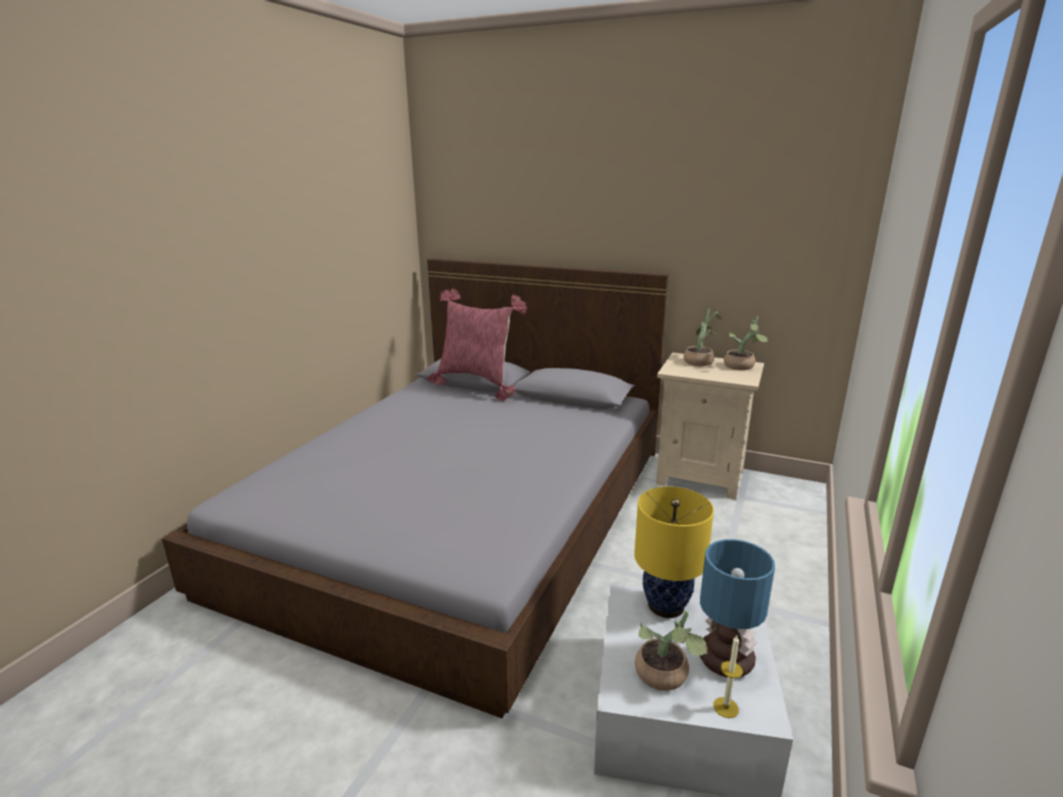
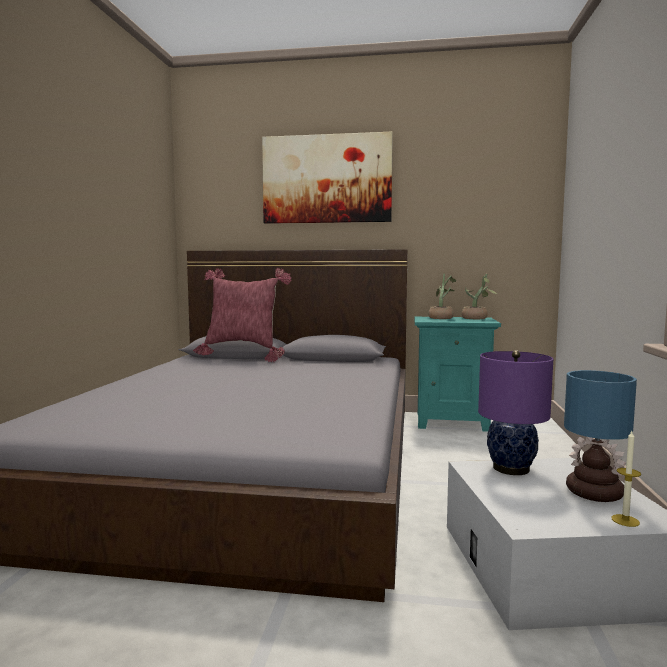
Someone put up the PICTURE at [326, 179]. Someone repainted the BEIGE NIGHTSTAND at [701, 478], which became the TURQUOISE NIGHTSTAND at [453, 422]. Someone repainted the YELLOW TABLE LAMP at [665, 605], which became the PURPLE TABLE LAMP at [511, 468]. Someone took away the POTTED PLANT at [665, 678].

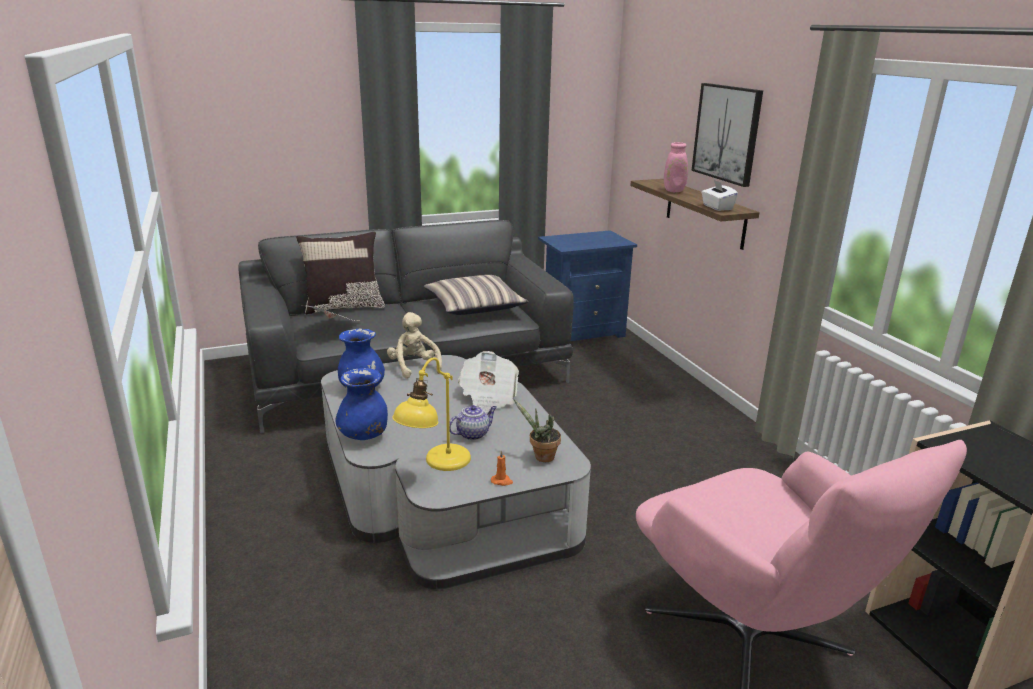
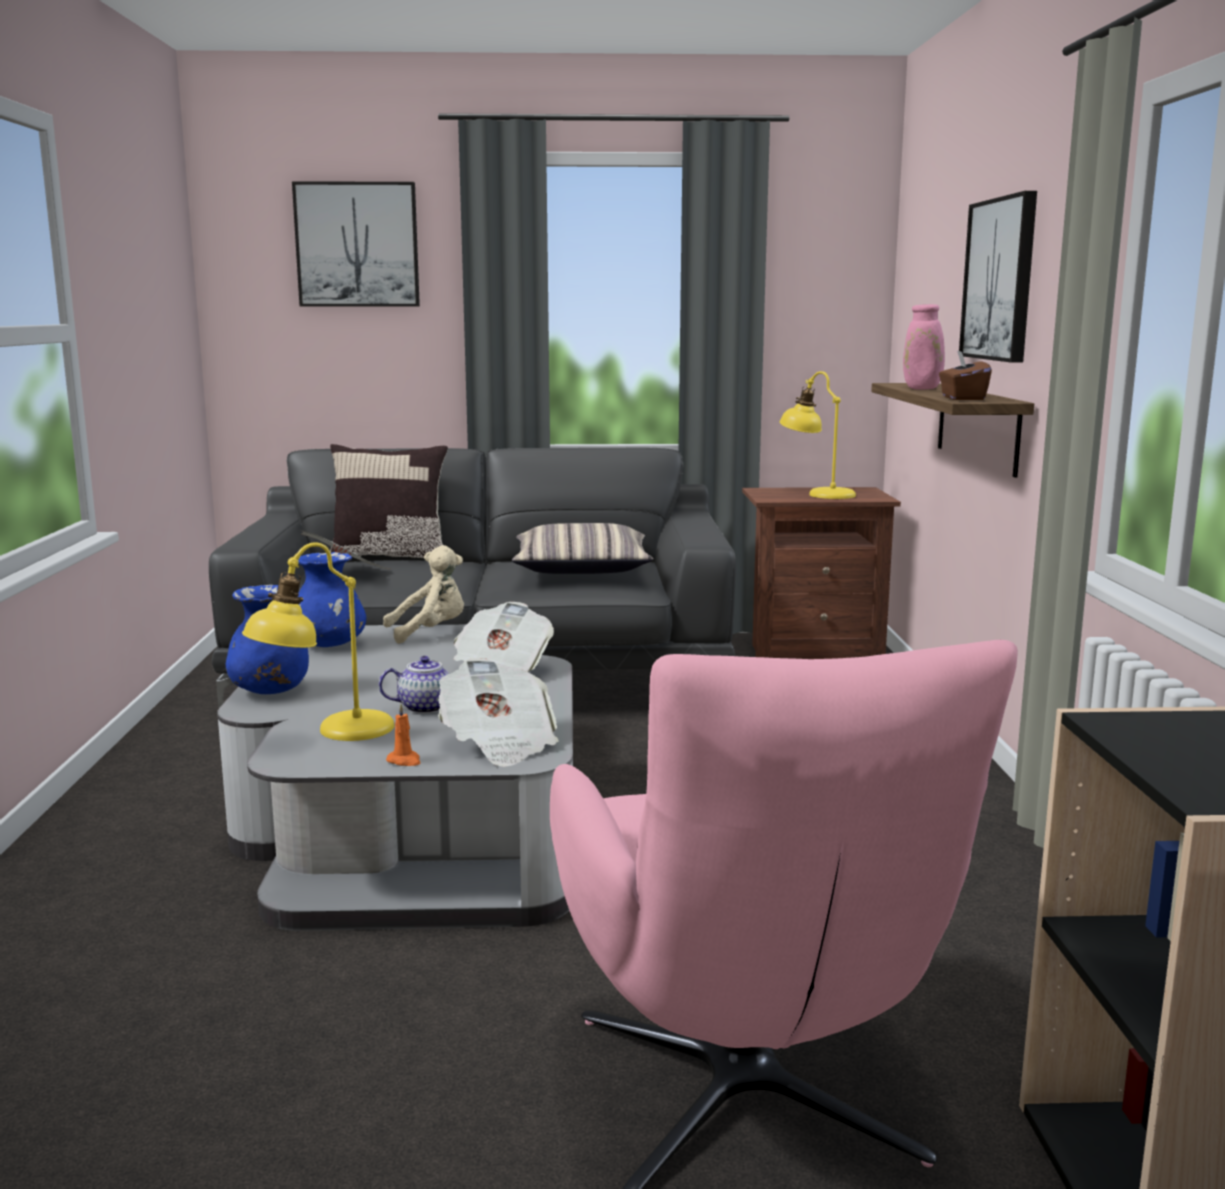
Someone put up the PICTURE at [357, 245]. Someone rotated the BEIGE PLUSH TOY at [414, 367] by 75 degrees clockwise. Someone swapped the POTTED PLANT at [541, 457] for the NEWSPAPER at [499, 743]. Someone repainted the BLUE NIGHTSTAND at [581, 332], which became the BROWN NIGHTSTAND at [812, 655]. Someone put down the YELLOW TABLE LAMP at [815, 493]. Someone repainted the WHITE TISSUE BOX at [717, 207], which became the BROWN TISSUE BOX at [962, 398].

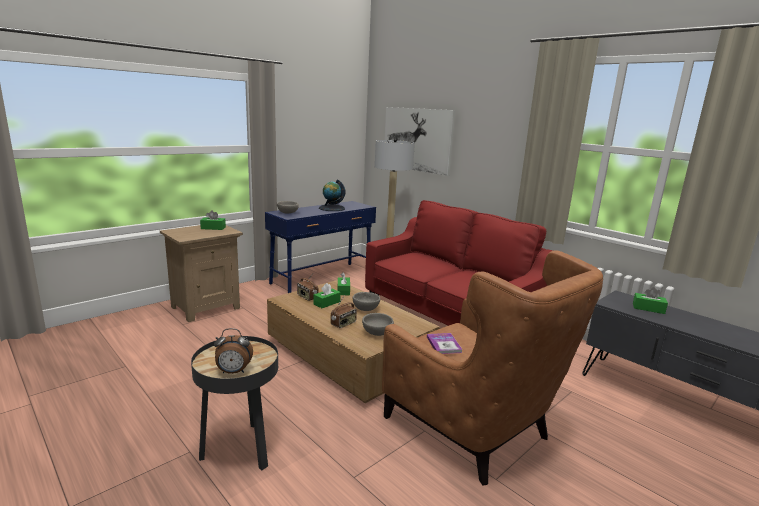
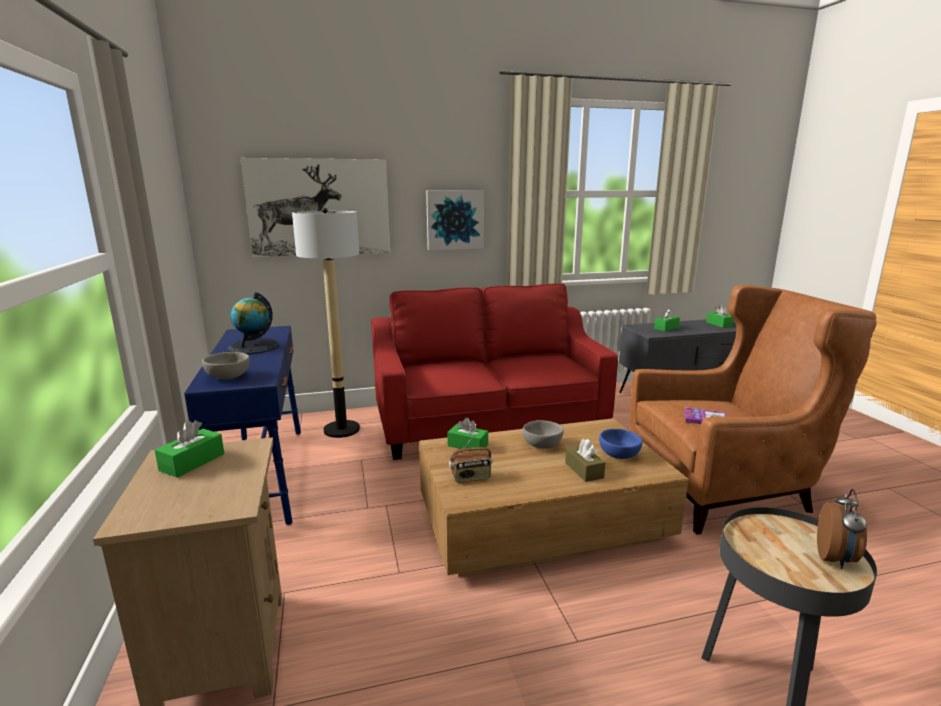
Someone put up the PICTURE at [455, 220]. Someone swapped the RADIO at [343, 324] for the BROWN TISSUE BOX at [584, 470]. Someone repainted the GREY BOWL at [377, 332], which became the BLUE BOWL at [618, 455]. Someone carried the GREEN TISSUE BOX from [327, 303] to [719, 324].

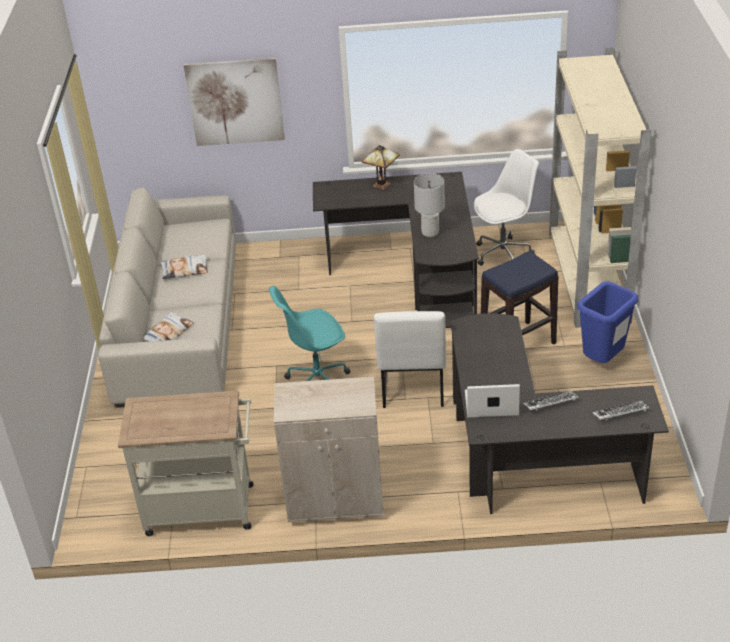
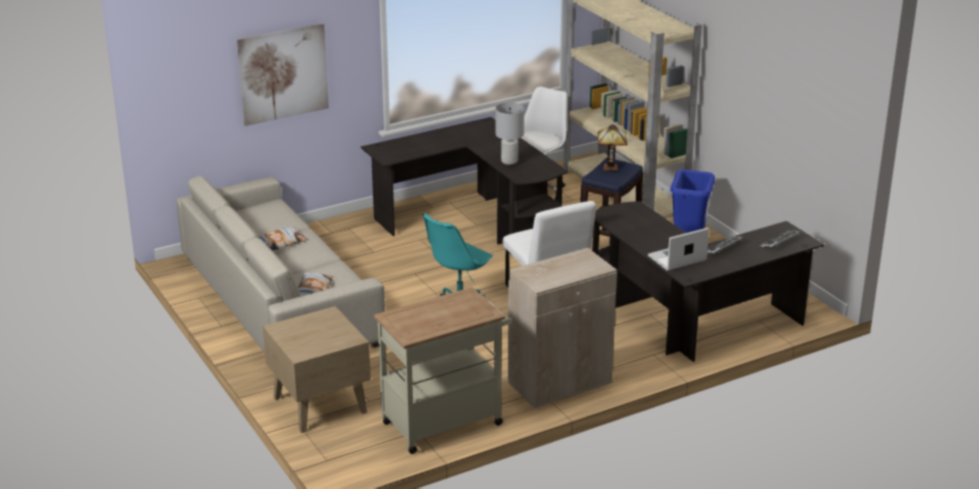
Someone put down the BEIGE NIGHTSTAND at [319, 404]. Someone carried the TABLE LAMP from [383, 185] to [611, 167].

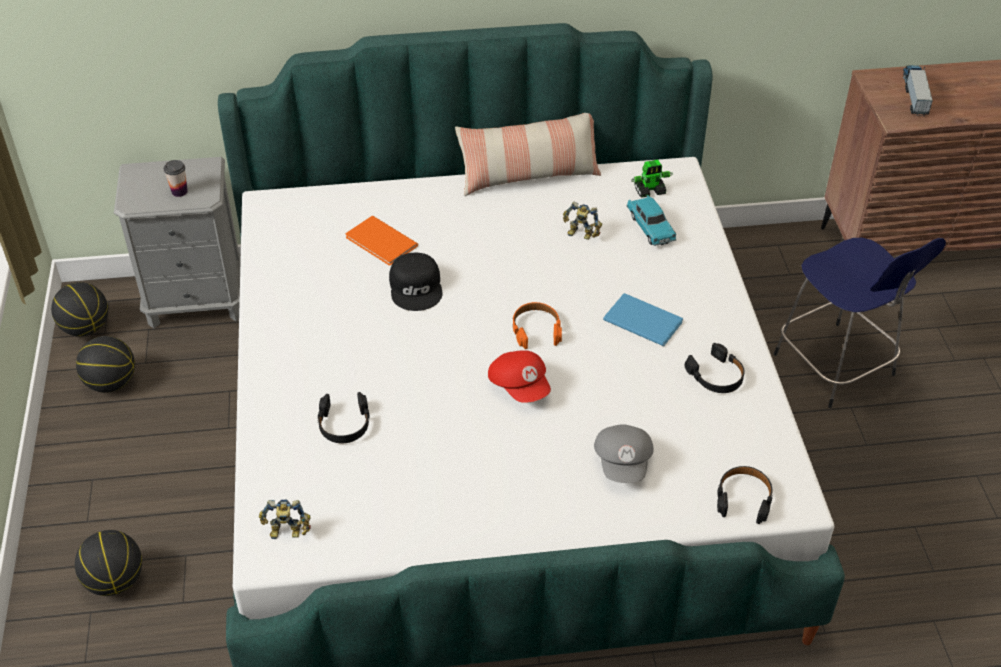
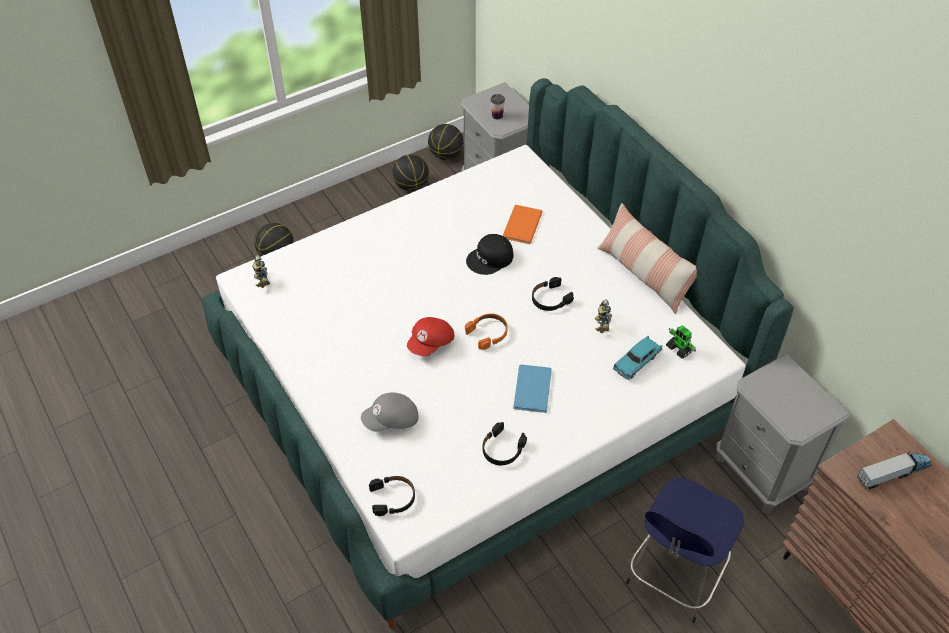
Someone carried the BLACK HEADPHONES from [344, 424] to [550, 299]. Someone put down the GREY NIGHTSTAND at [762, 472].

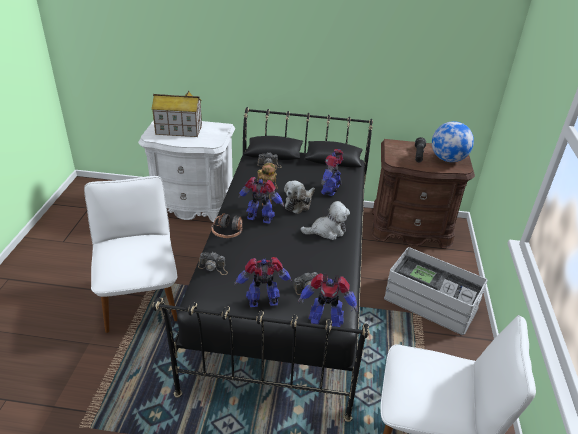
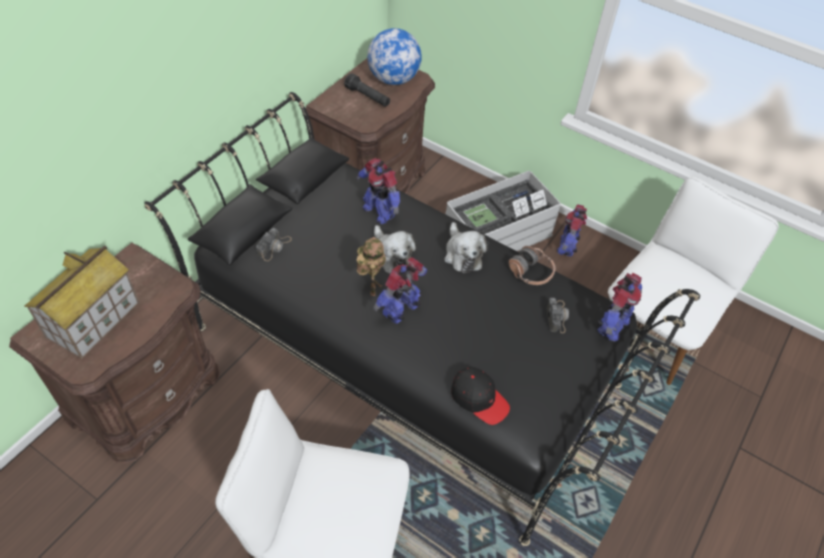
Someone repainted the WHITE NIGHTSTAND at [192, 205], which became the BROWN NIGHTSTAND at [150, 396]. Someone rotated the PLUSH TOY at [327, 231] by 150 degrees clockwise. Someone swapped the PHOTO CAMERA at [213, 267] for the BLACK CAP at [479, 399]. Someone carried the HEADPHONES from [227, 232] to [531, 272]. Someone carried the TOY ROBOT from [263, 302] to [567, 246].

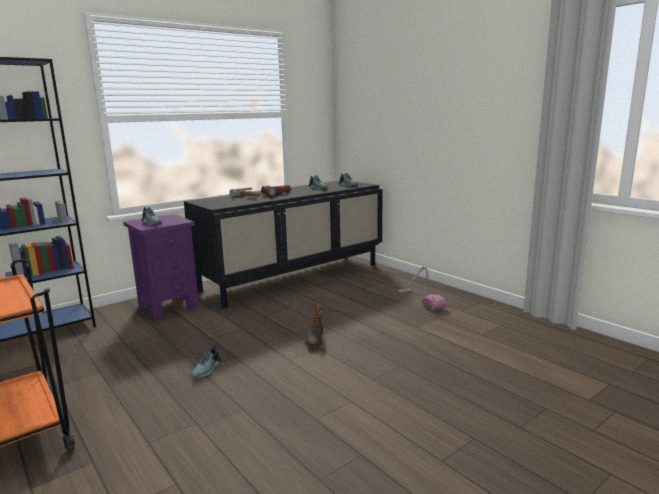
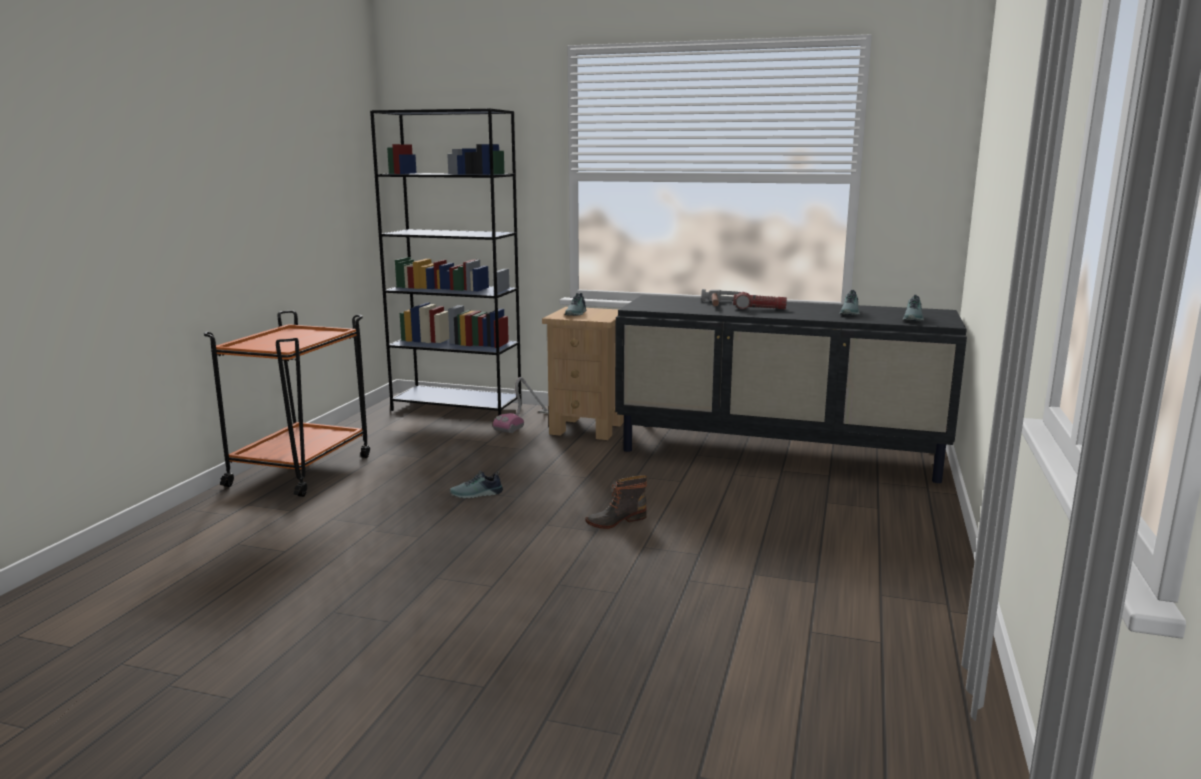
Someone carried the VACUUM CLEANER from [420, 299] to [525, 422]. Someone repainted the PURPLE NIGHTSTAND at [169, 306], which became the BEIGE NIGHTSTAND at [587, 428].

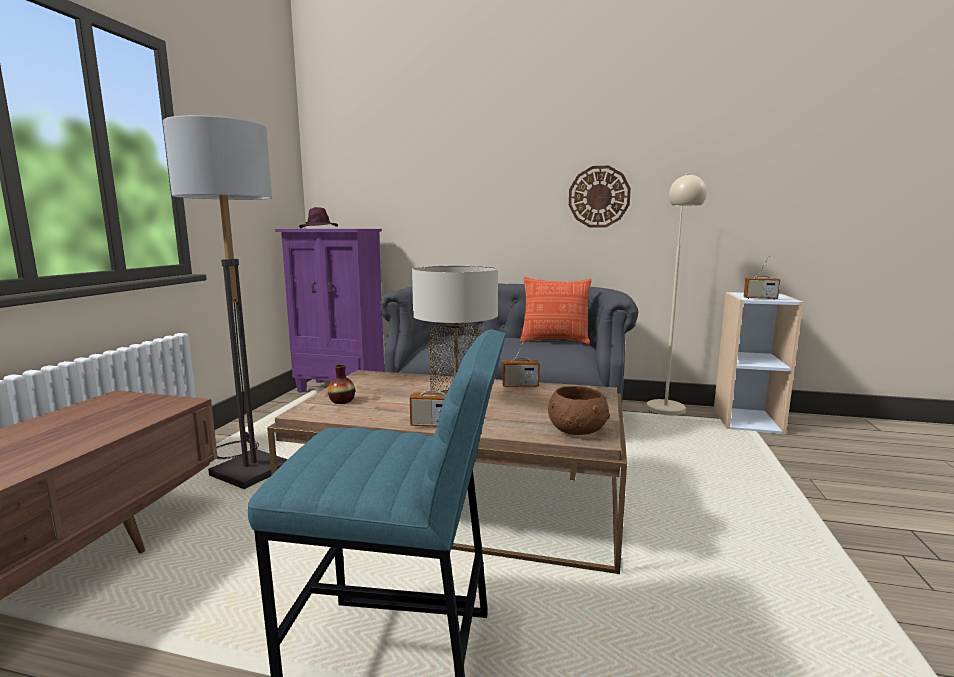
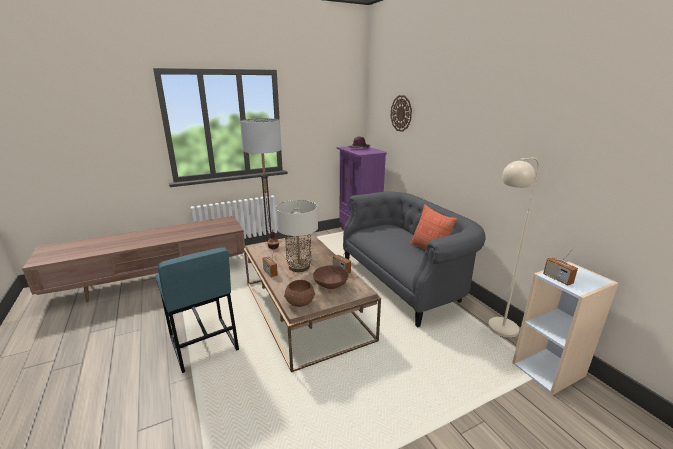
Someone put down the BROWN BOWL at [330, 283]. Someone carried the WALL CLOCK from [599, 197] to [401, 113].

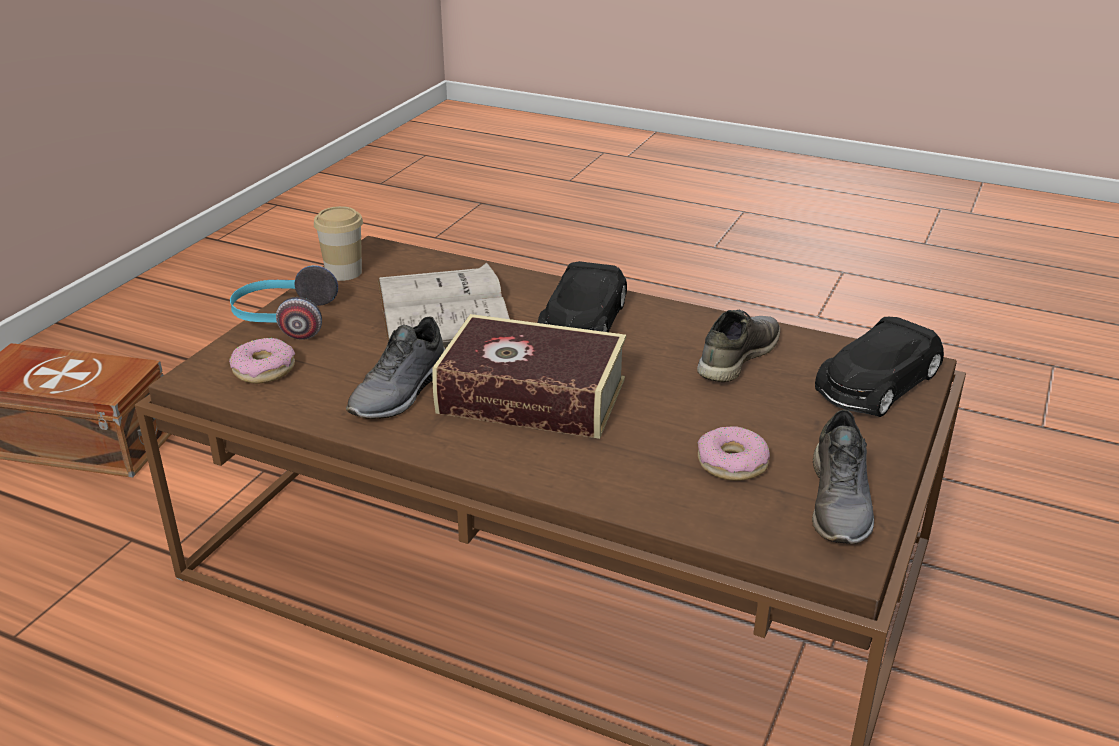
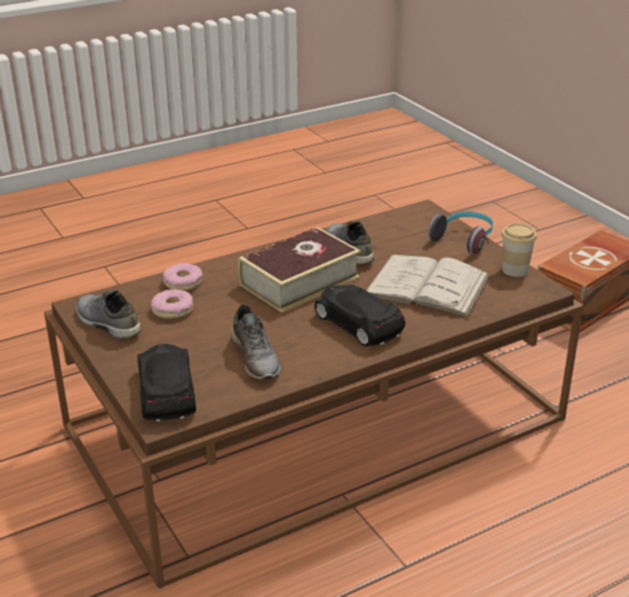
Someone carried the DONUT from [264, 370] to [183, 282].

